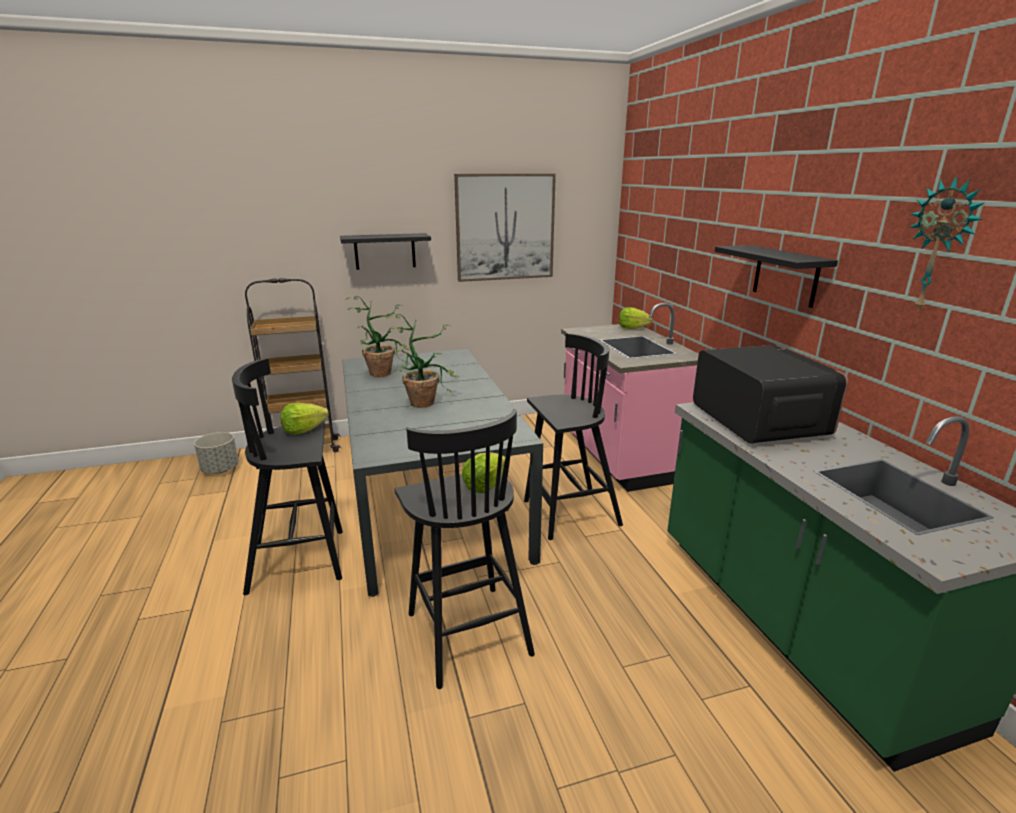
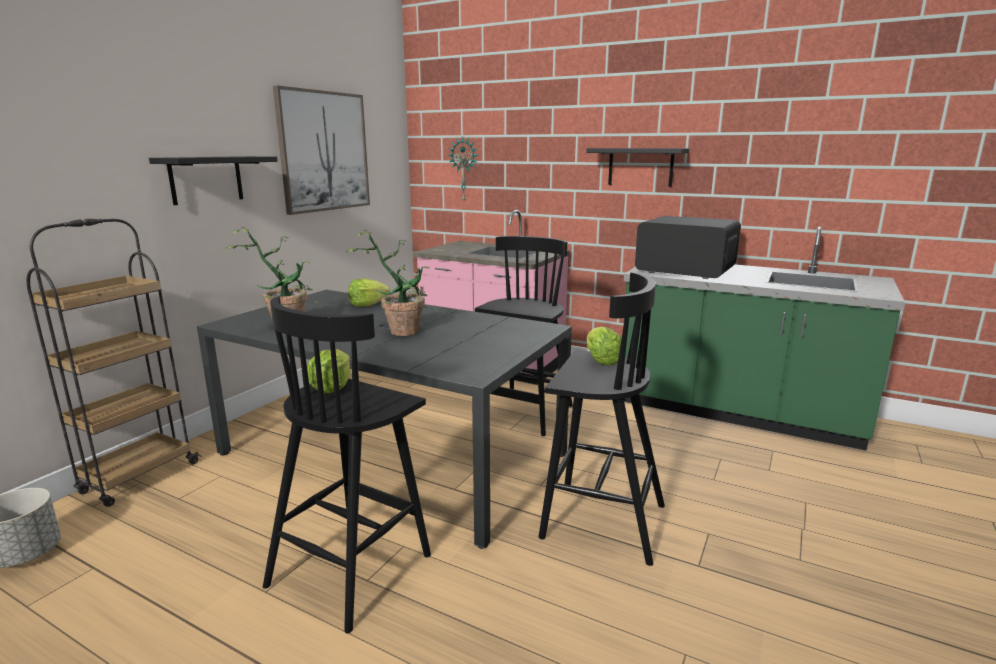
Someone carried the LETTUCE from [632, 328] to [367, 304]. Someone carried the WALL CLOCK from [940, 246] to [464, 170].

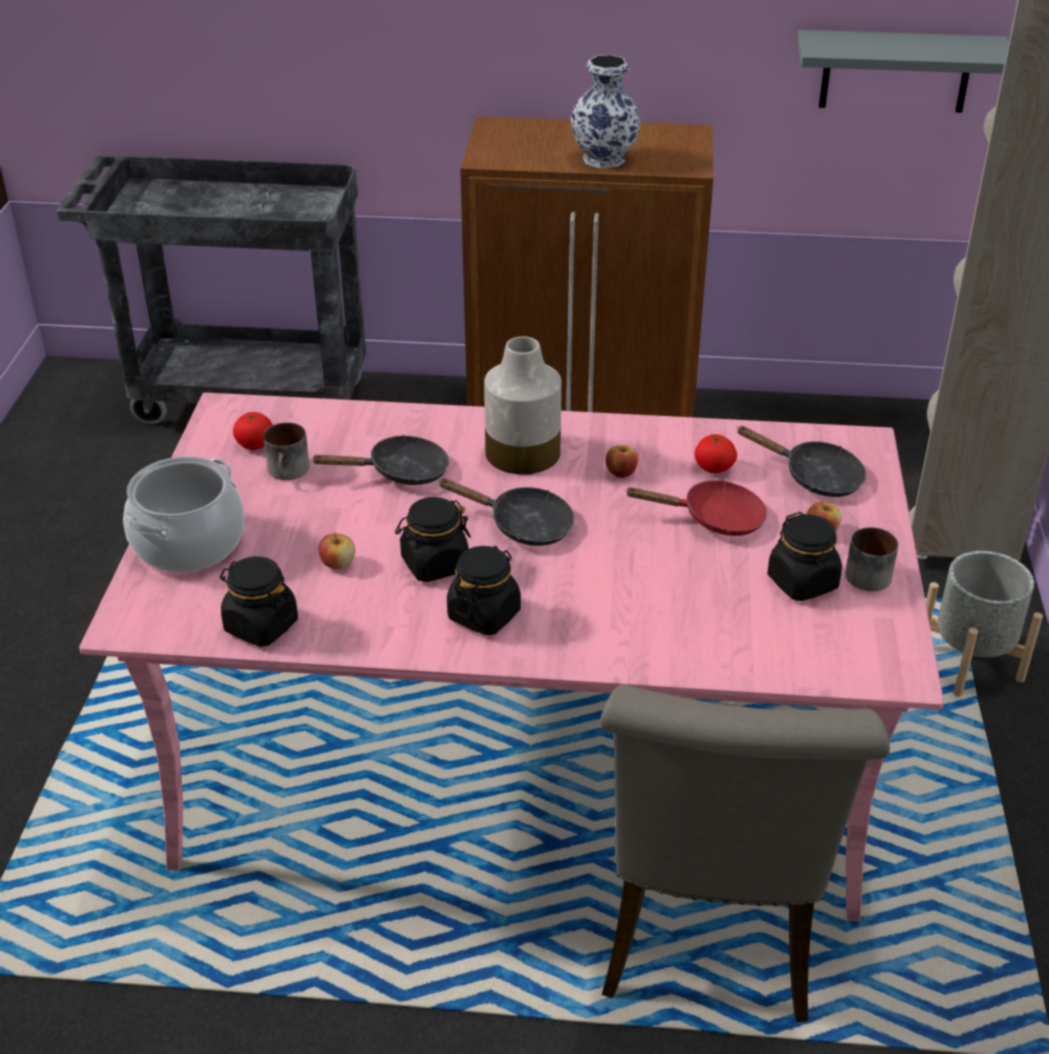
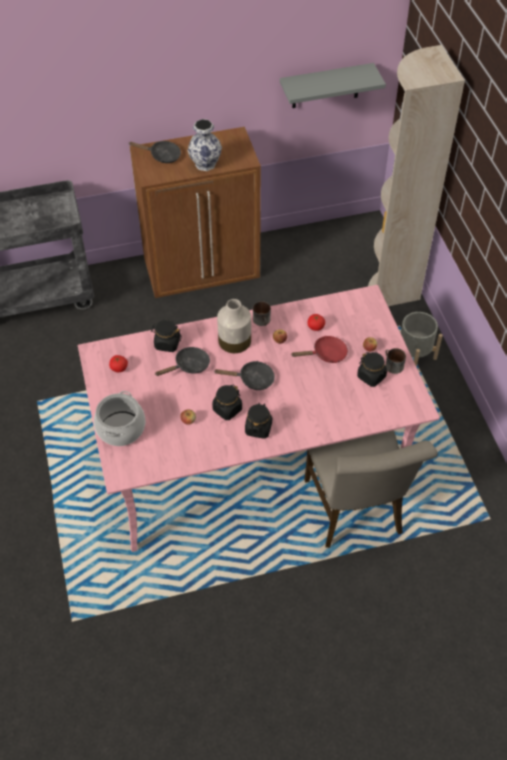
Someone carried the BLACK FRYING PAN from [814, 477] to [162, 155]. Someone carried the BLACK JAR from [260, 626] to [167, 343]. Someone carried the MUG from [289, 472] to [263, 321].

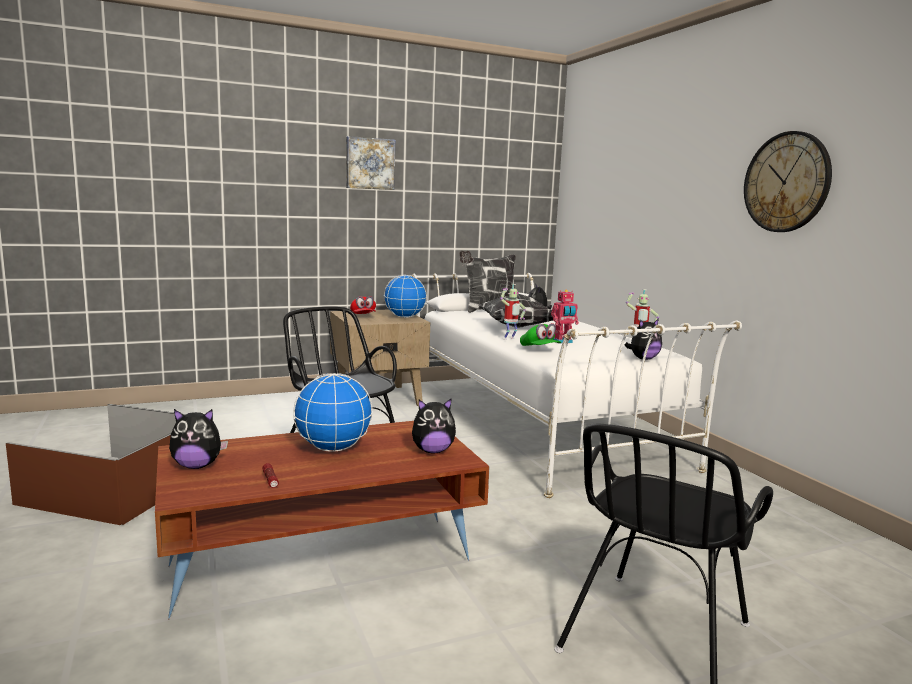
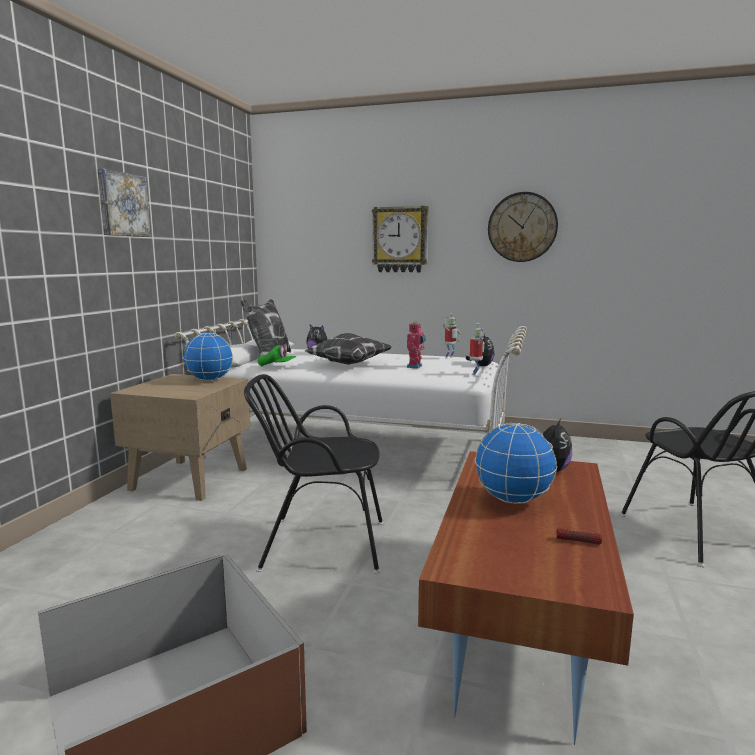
Someone carried the GREEN CAP from [539, 349] to [277, 366]. Someone put up the WALL CLOCK at [400, 240]. Someone carried the TOY ROBOT from [510, 339] to [476, 375]. Someone took away the PLUSH TOY at [197, 466]. Someone took away the RED CAP at [363, 316].

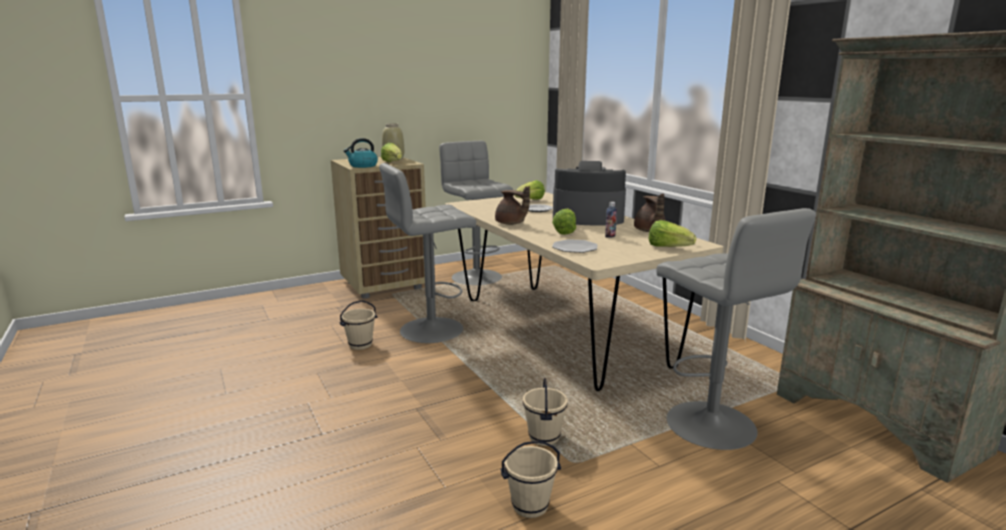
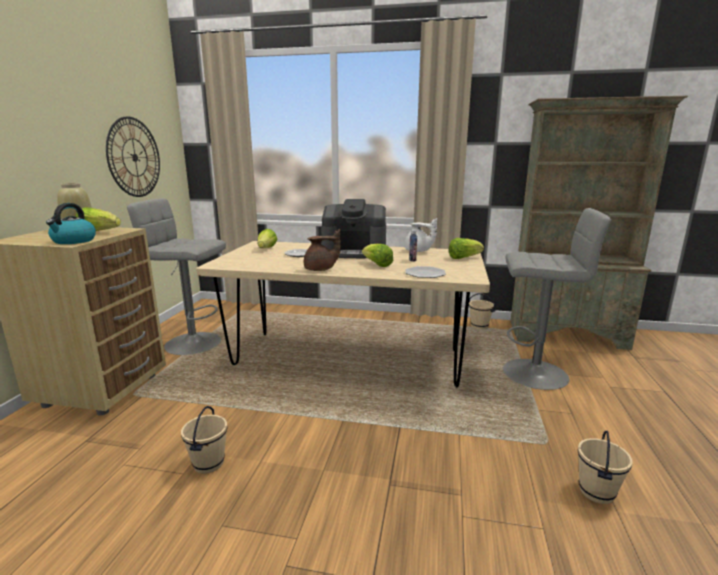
Someone put up the WALL CLOCK at [134, 157]. Someone rotated the COFFEE MACHINE at [587, 218] by 135 degrees counterclockwise. Someone repainted the BROWN TEAPOT at [649, 231], which became the WHITE TEAPOT at [418, 251]. Someone carried the BEIGE BUCKET from [543, 437] to [479, 326]. Someone took away the GREY STOOL at [430, 330].

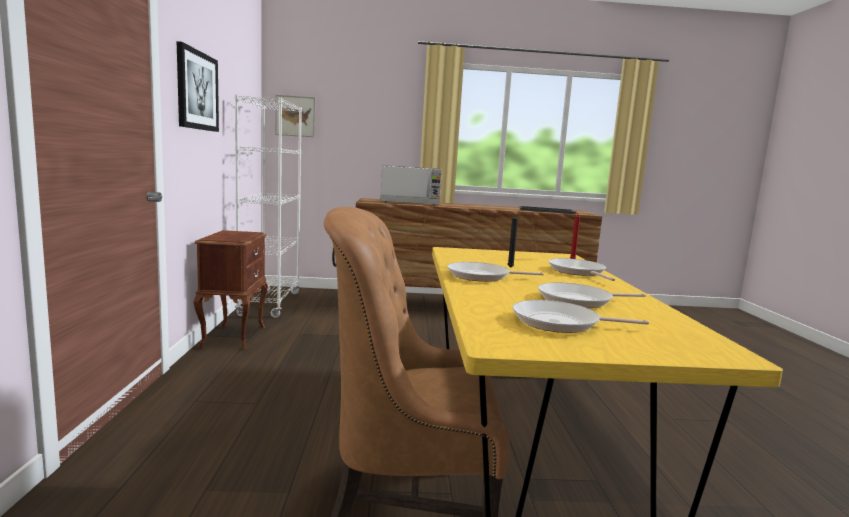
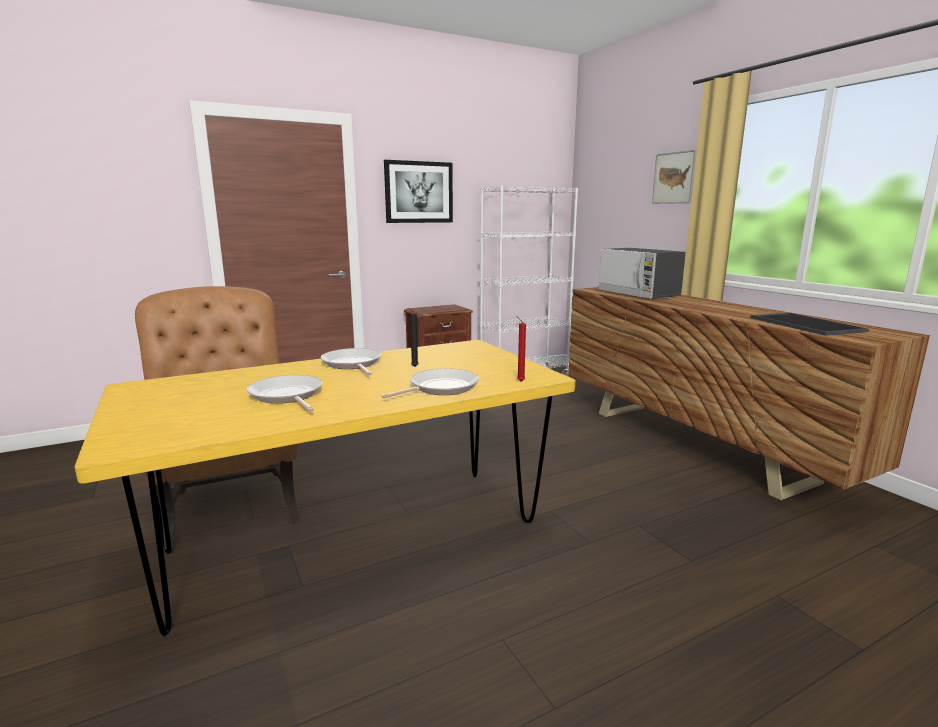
Someone carried the PICTURE from [295, 116] to [674, 178]. Someone took away the FRYING PAN at [560, 323].

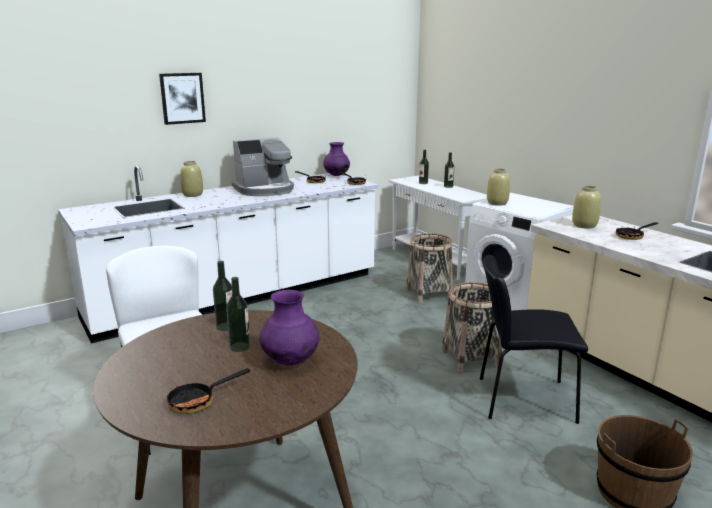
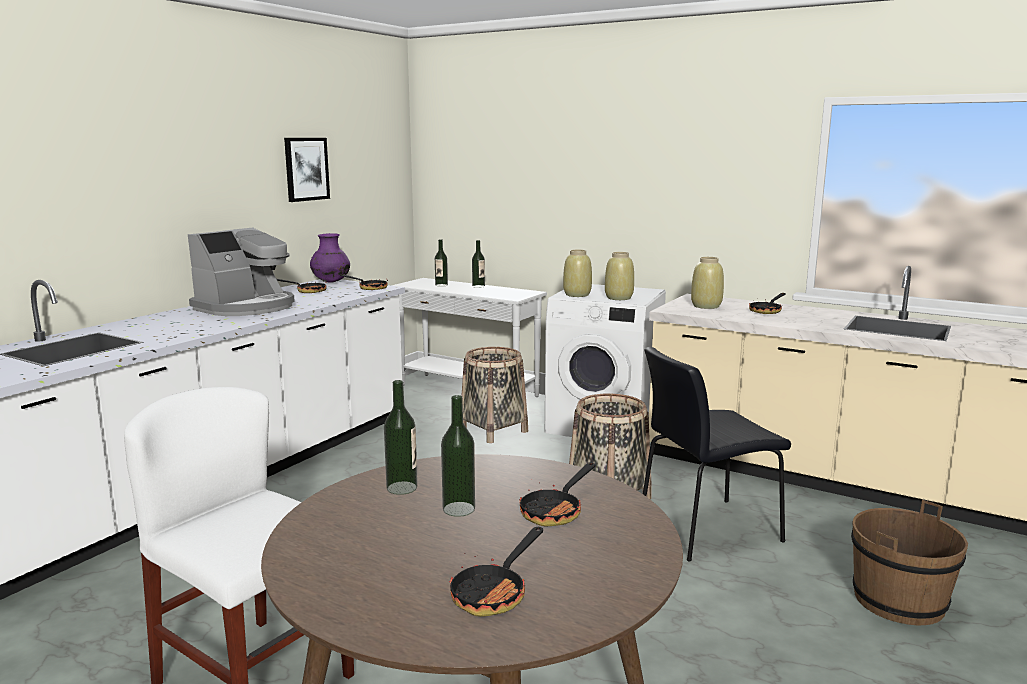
Someone carried the PICTURE from [182, 98] to [306, 169]. Someone swapped the PURPLE VASE at [290, 361] for the FRYING PAN at [556, 511]. Someone carried the BEIGE VASE from [193, 195] to [619, 298].

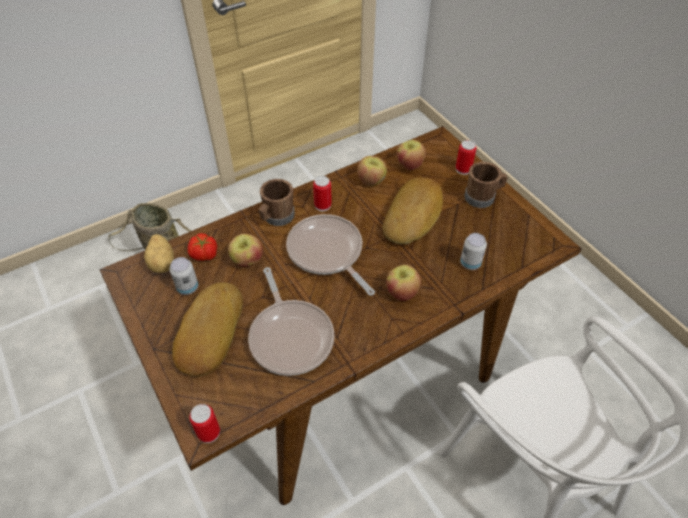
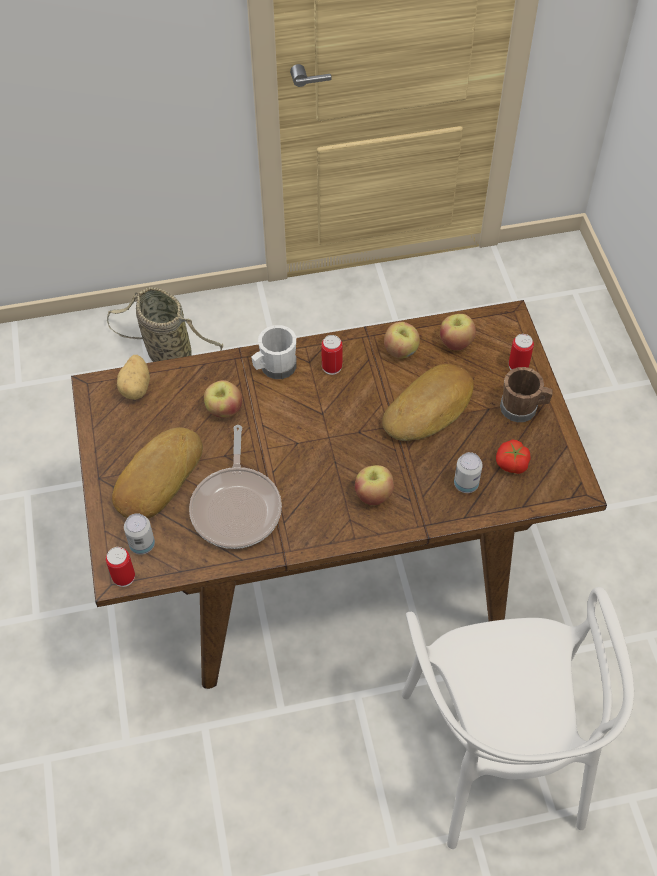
Someone carried the CAN from [187, 287] to [142, 545]. Someone repainted the BROWN MUG at [276, 217], which became the WHITE MUG at [275, 367]. Someone carried the TOMATO from [204, 254] to [511, 464]. Someone took away the FRYING PAN at [327, 253].

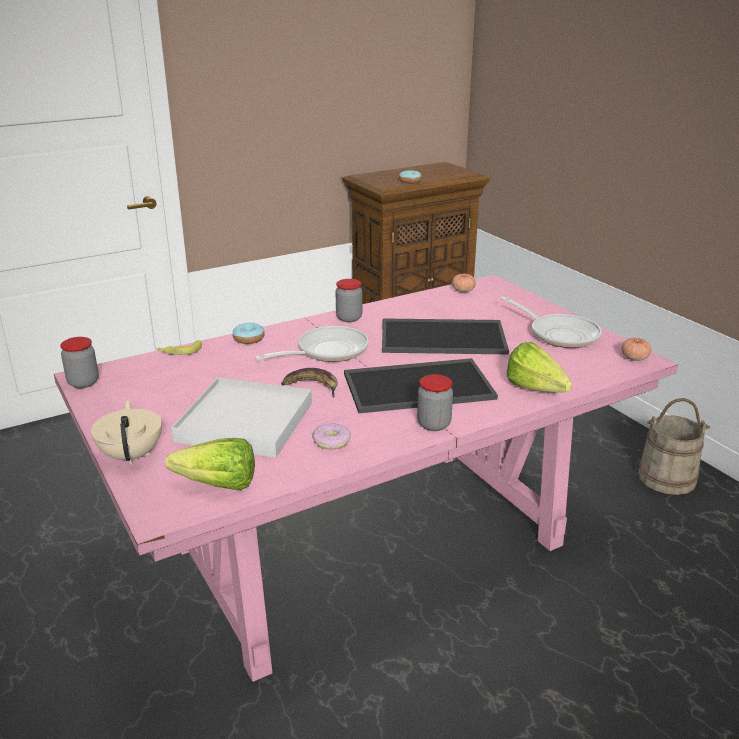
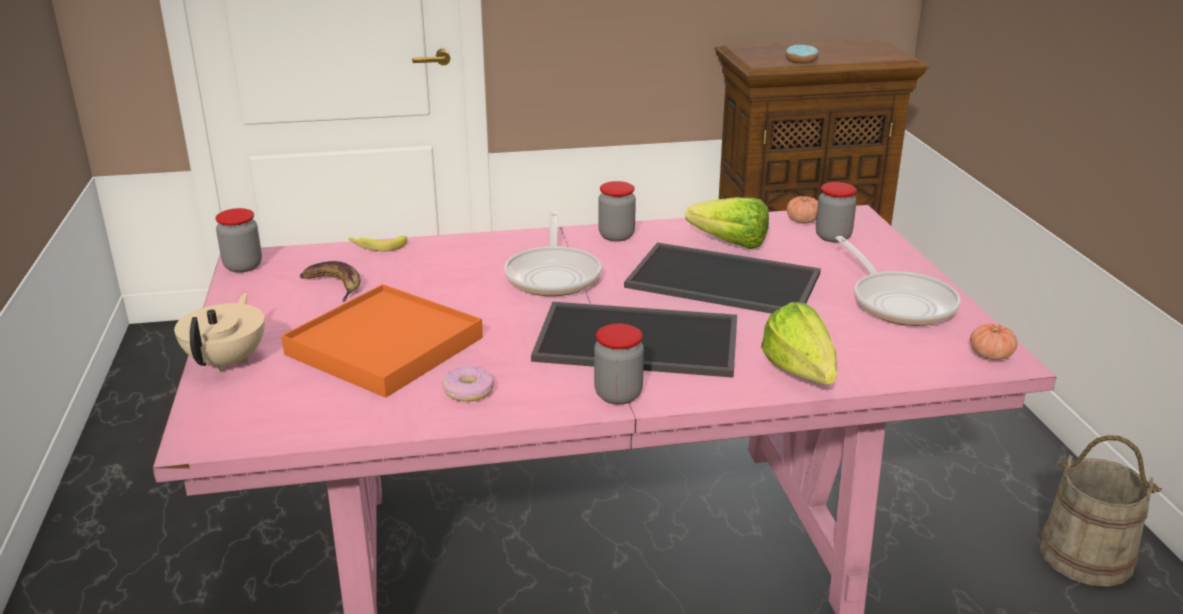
Someone repainted the WHITE TRAY at [245, 421], which became the ORANGE TRAY at [385, 346]. Someone carried the BANANA from [312, 386] to [334, 285]. Someone rotated the FRYING PAN at [327, 351] by 105 degrees clockwise. Someone carried the LETTUCE from [212, 484] to [724, 242]. Someone put down the JAR at [833, 237]. Someone took away the DONUT at [249, 339].

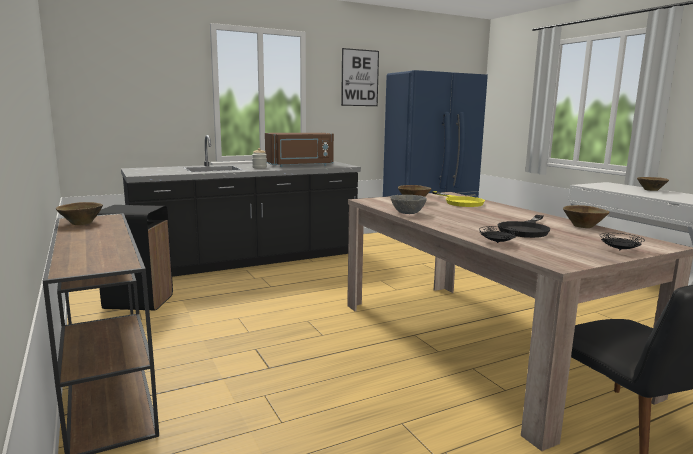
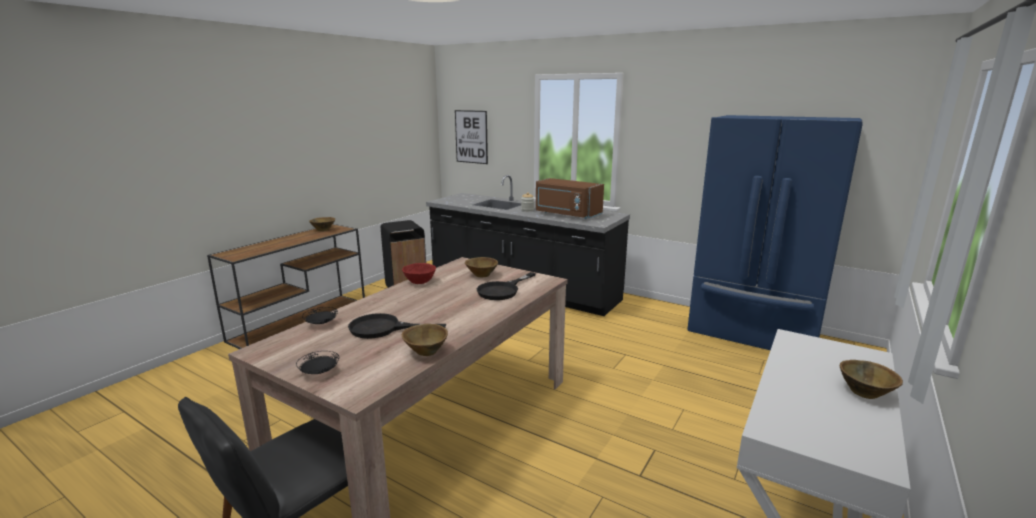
Someone repainted the GREY BOWL at [407, 213], which became the RED BOWL at [420, 282]. Someone carried the PICTURE from [360, 78] to [471, 137]. Someone repainted the YELLOW FRYING PAN at [460, 202], which became the BLACK FRYING PAN at [503, 290].

